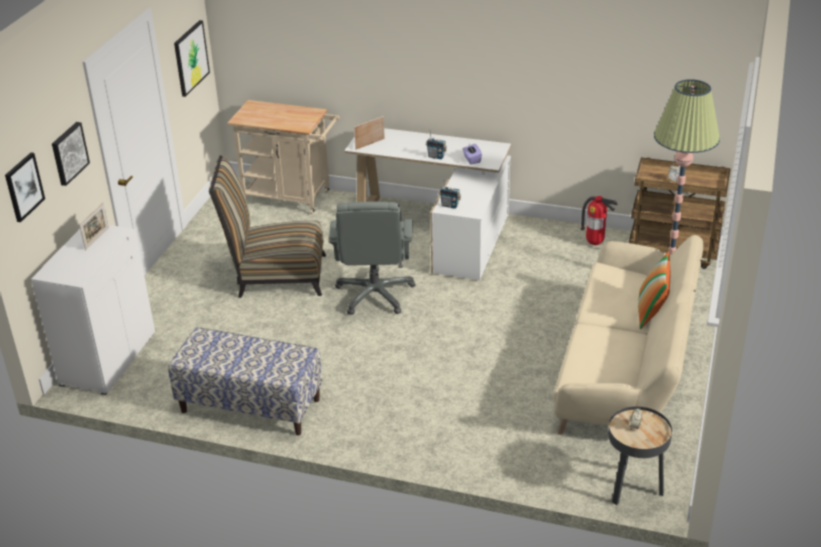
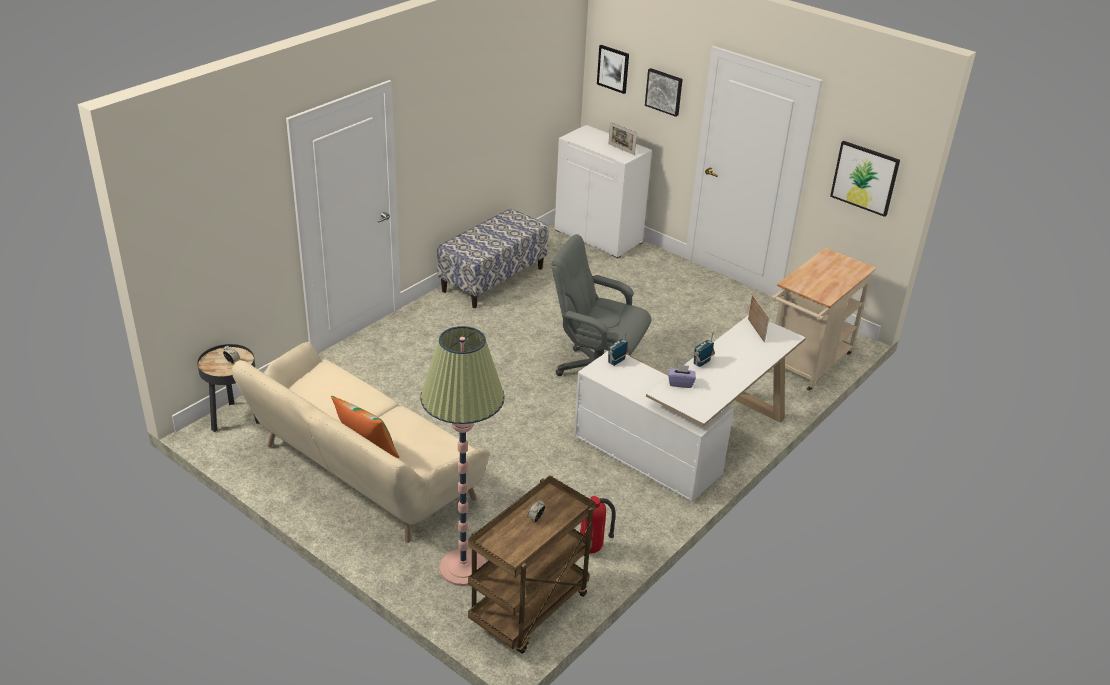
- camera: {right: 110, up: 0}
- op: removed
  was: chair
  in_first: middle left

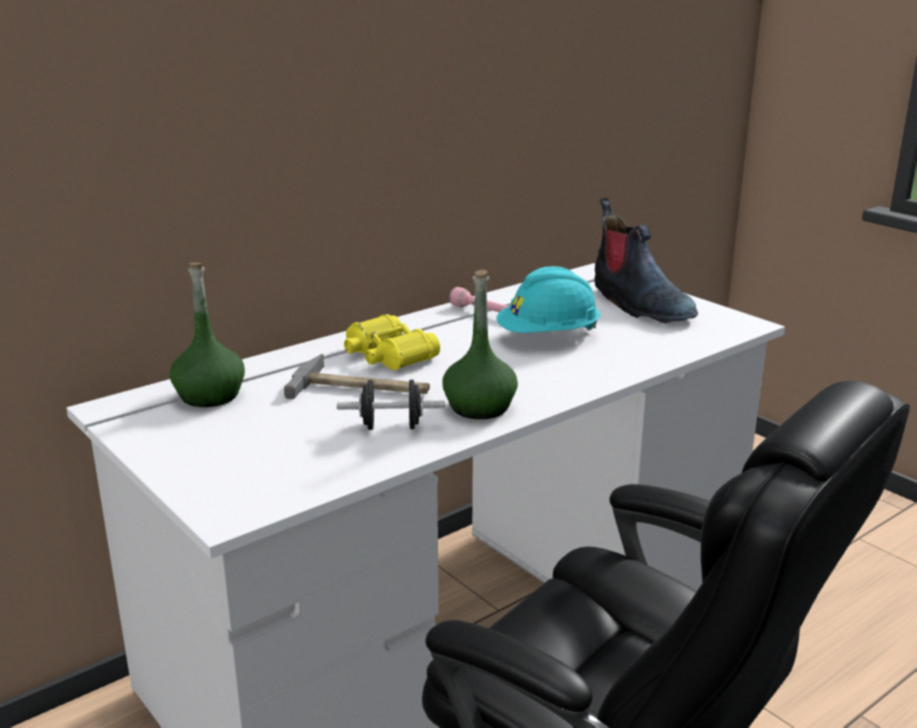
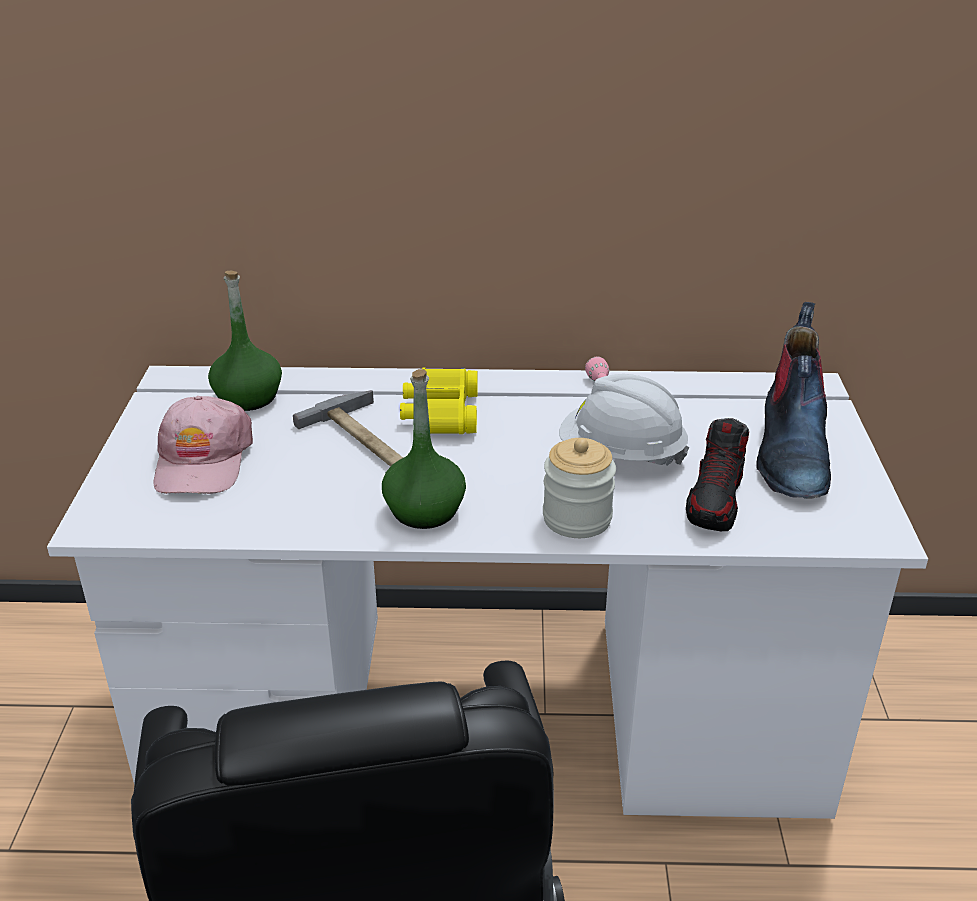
- camera: {right: 40, up: 10}
- op: added
  now: pink_cap
  in_second: middle left
- op: added
  now: jar
  in_second: centre
- op: recoloured
  was: turquoise_hard_hat
  now: white_hard_hat
  in_first: centre
  in_second: centre
- op: added
  now: shoe
  in_second: middle right
- op: removed
  was: black_dumbbell
  in_first: centre

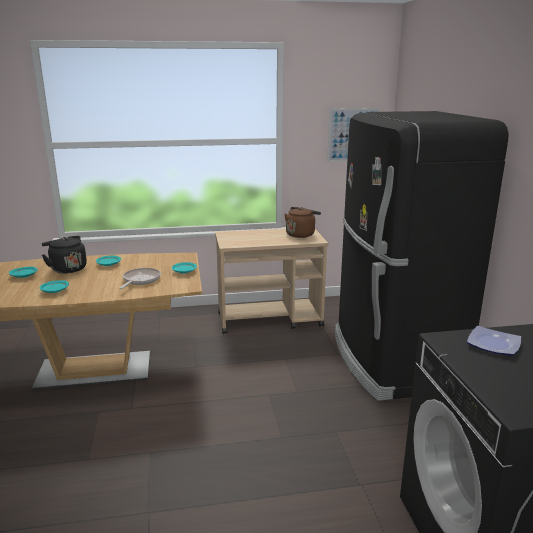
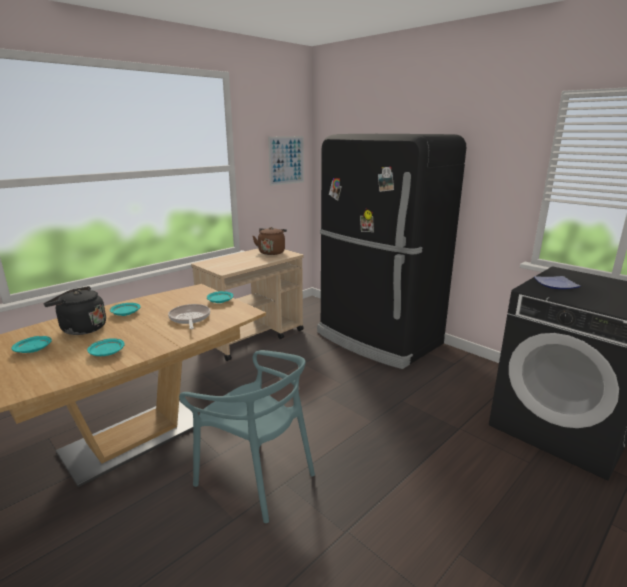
- camera: {right: -35, up: 0}
- op: added
  now: turquoise_chair
  in_second: bottom centre

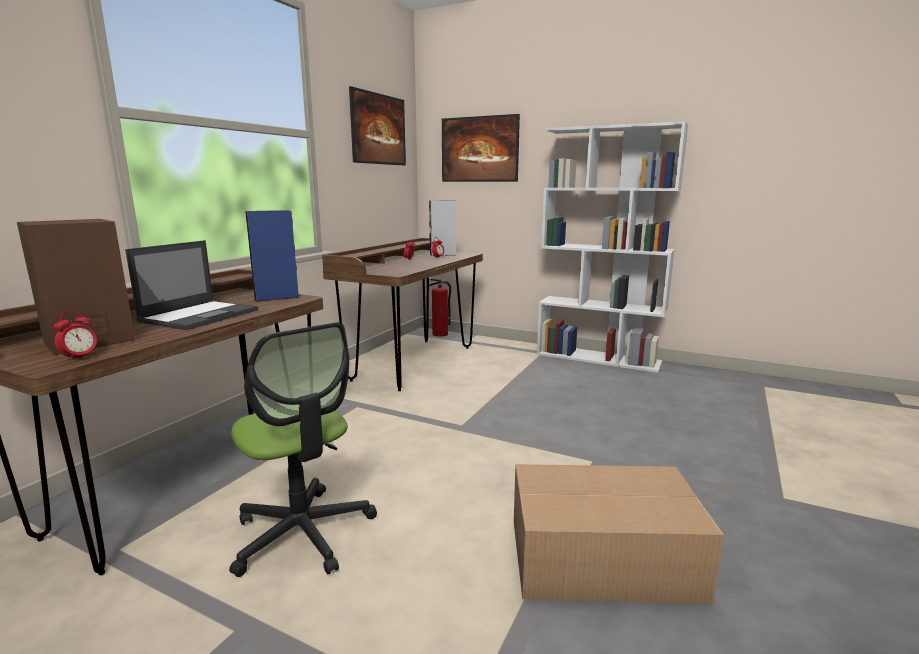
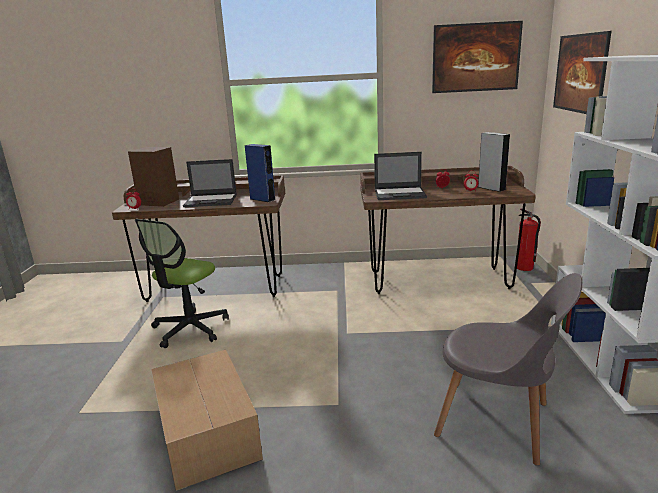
- camera: {right: 65, up: 5}
- op: added
  now: laptop (2nd from left)
  in_second: centre
- op: added
  now: grey_chair
  in_second: bottom right

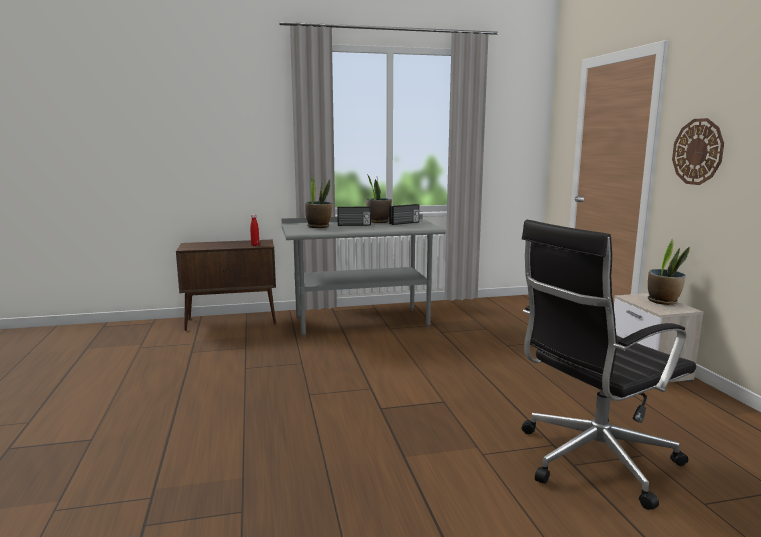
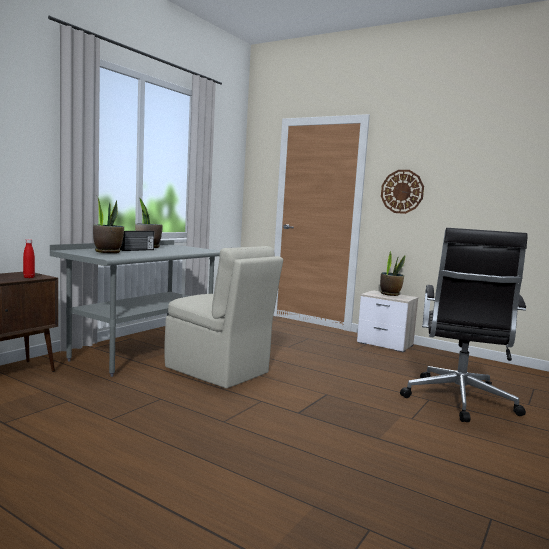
- camera: {right: -45, up: -5}
- op: added
  now: beige_chair
  in_second: centre
- op: removed
  was: radio (2nd from left)
  in_first: centre

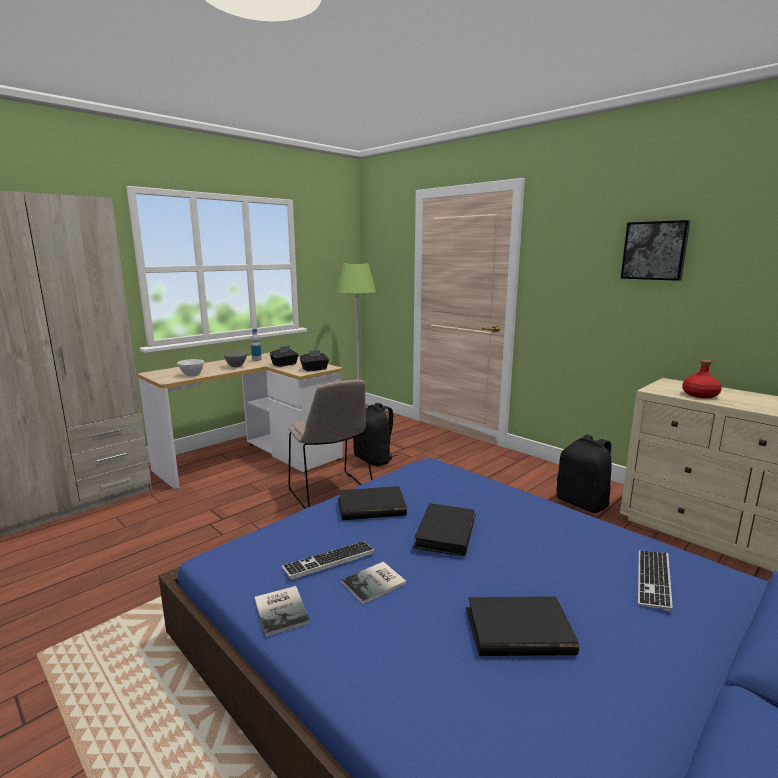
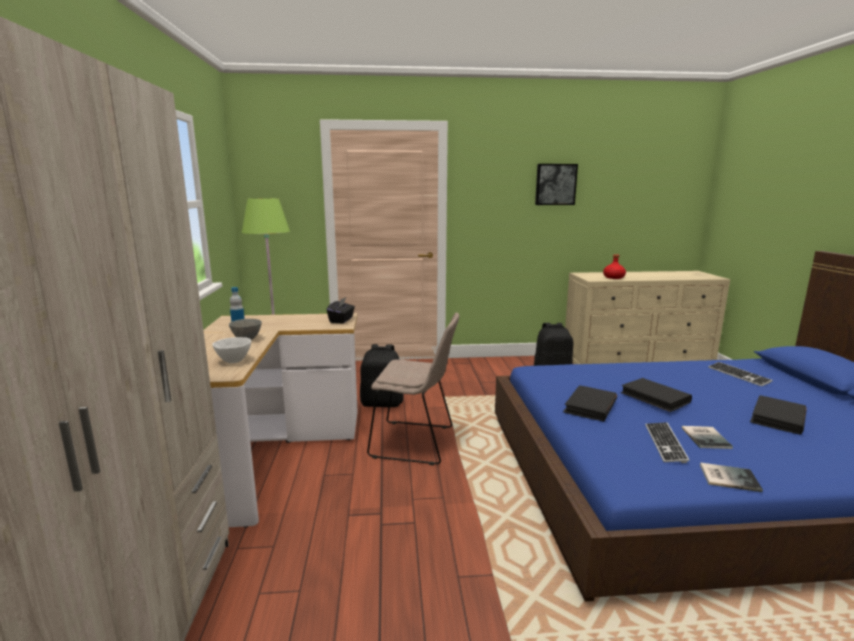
- camera: {right: -50, up: 0}
- op: removed
  was: black_tissue_box (1st from left)
  in_first: centre

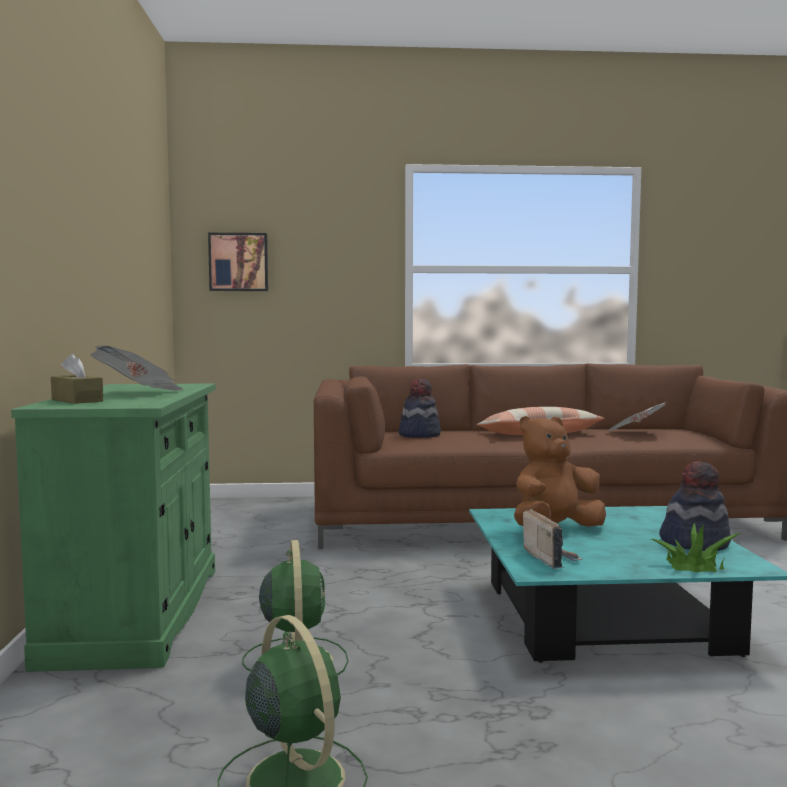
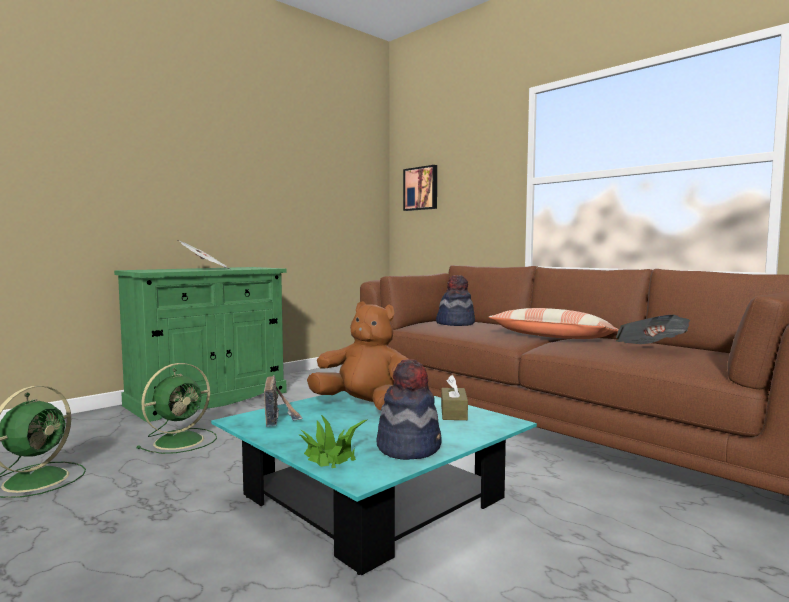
- camera: {right: 50, up: 0}
- op: turned
  was: radio
  in_first: bottom right
  in_second: centre
  clockwise: -45
- op: moved
  was: brown_tissue_box
  in_first: middle left
  in_second: centre

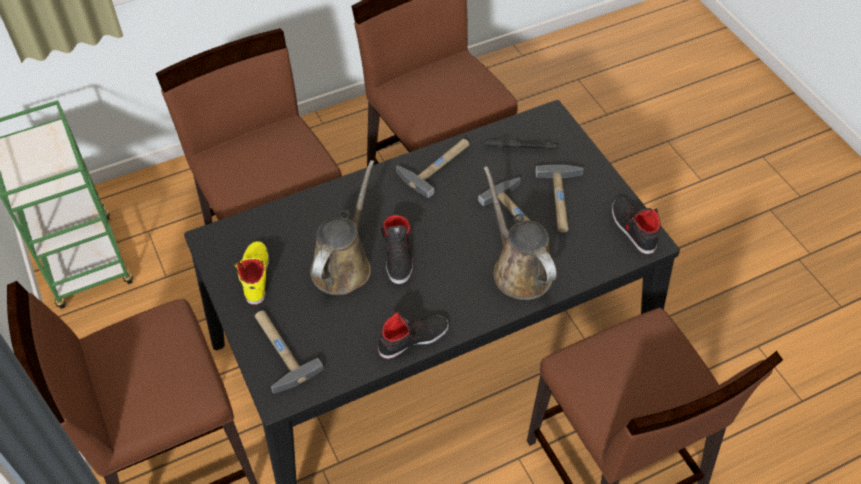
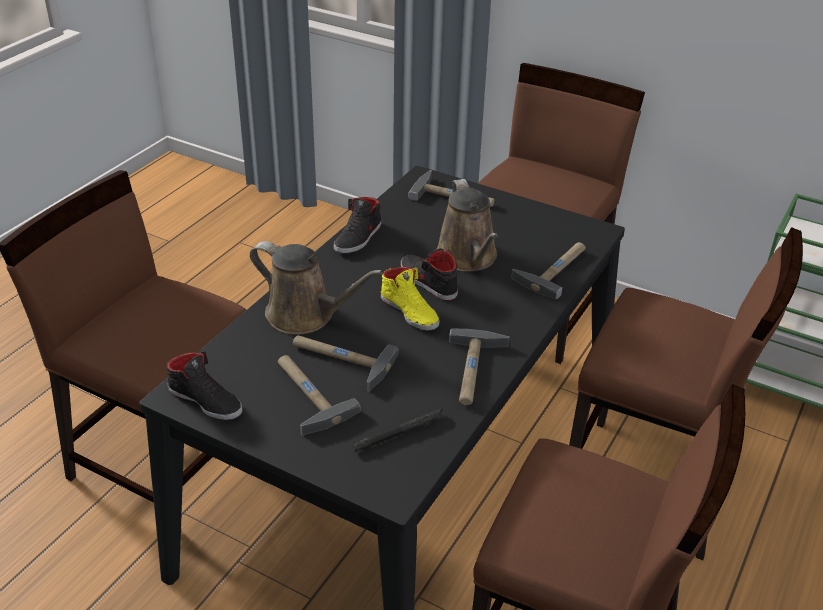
- camera: {right: 145, up: -15}
- op: moved
  was: yellow_shoe
  in_first: middle left
  in_second: centre
- op: added
  now: hammer (5th from left)
  in_second: centre

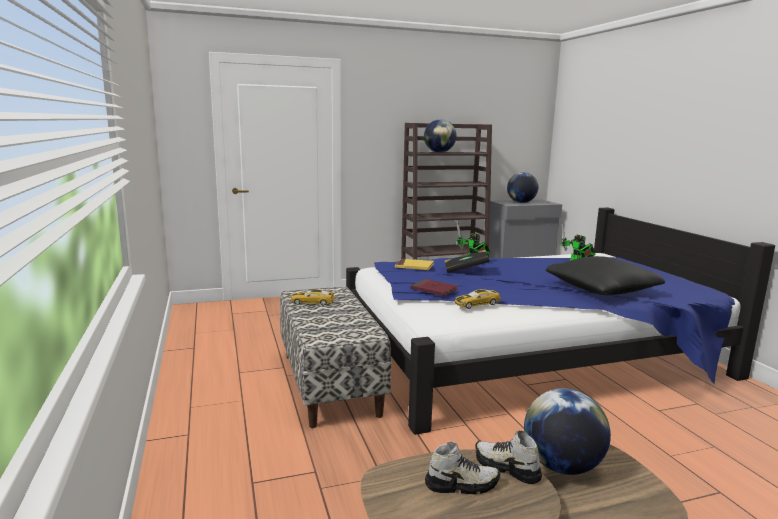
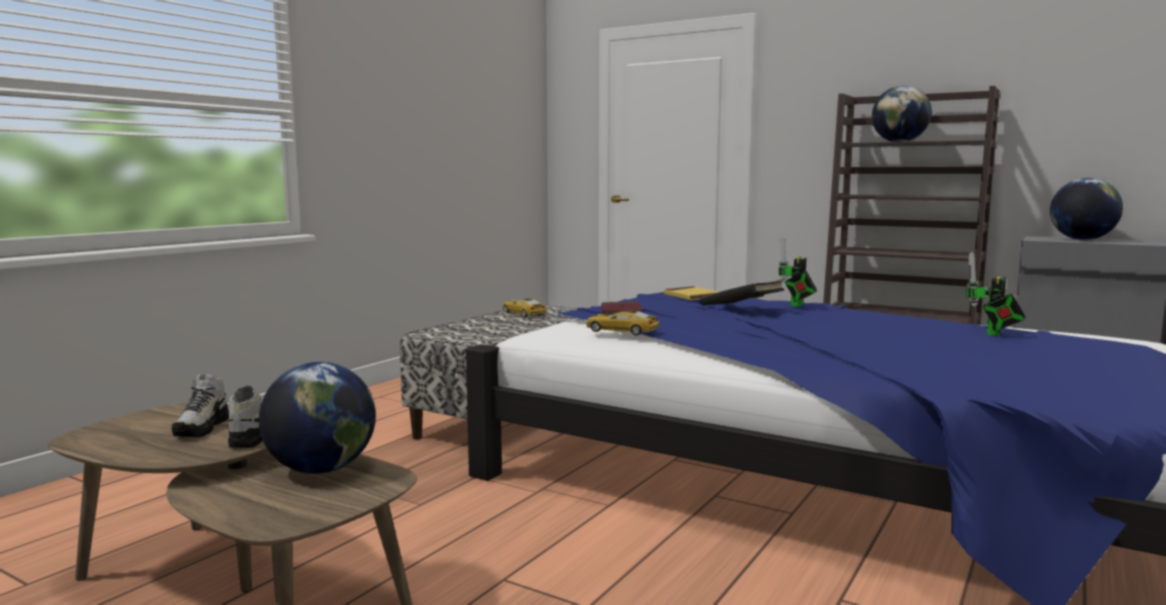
- camera: {right: 50, up: -5}
- op: turned
  was: shoe (1st from left)
  in_first: bottom centre
  in_second: bottom left
  clockwise: 45
- op: removed
  was: black_pillow
  in_first: middle right

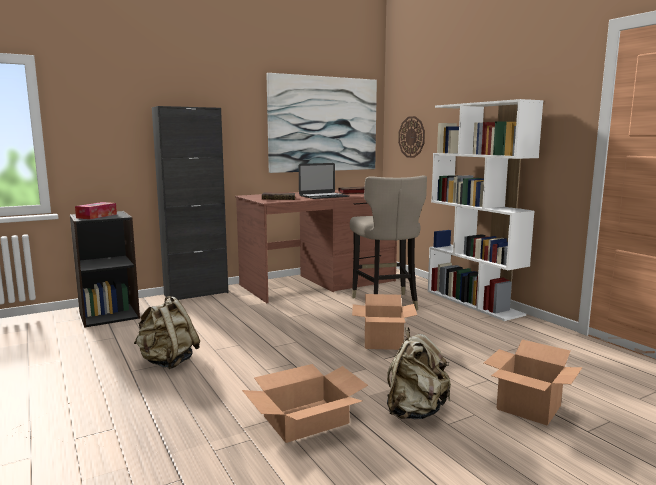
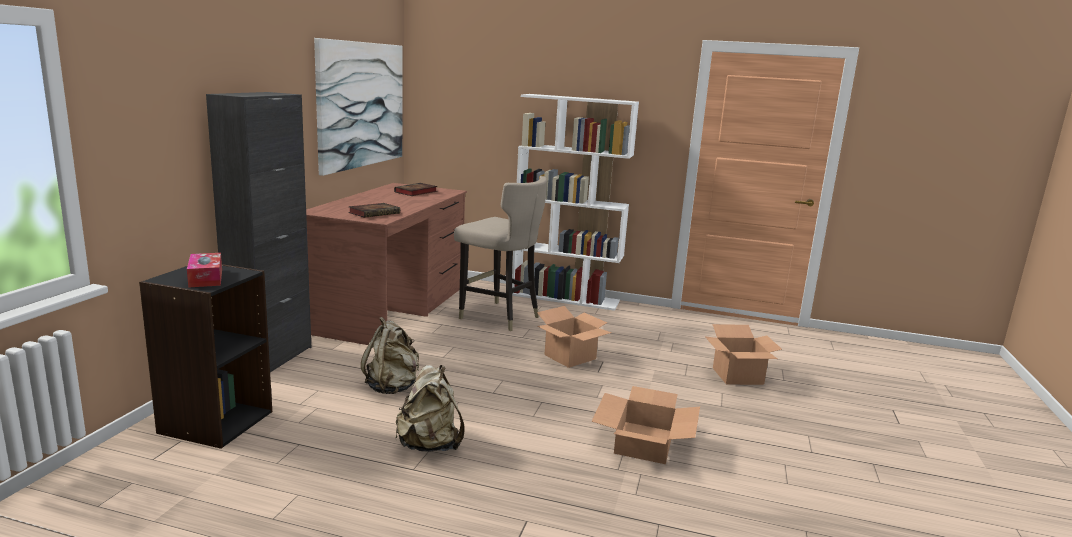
- camera: {right: -45, up: 5}
- op: moved
  was: beige_backpack (2nd from left in the first image)
  now: beige_backpack (1st from left)
  in_first: bottom centre
  in_second: centre
- op: removed
  was: laptop
  in_first: centre
- op: removed
  was: wall_clock
  in_first: top centre

